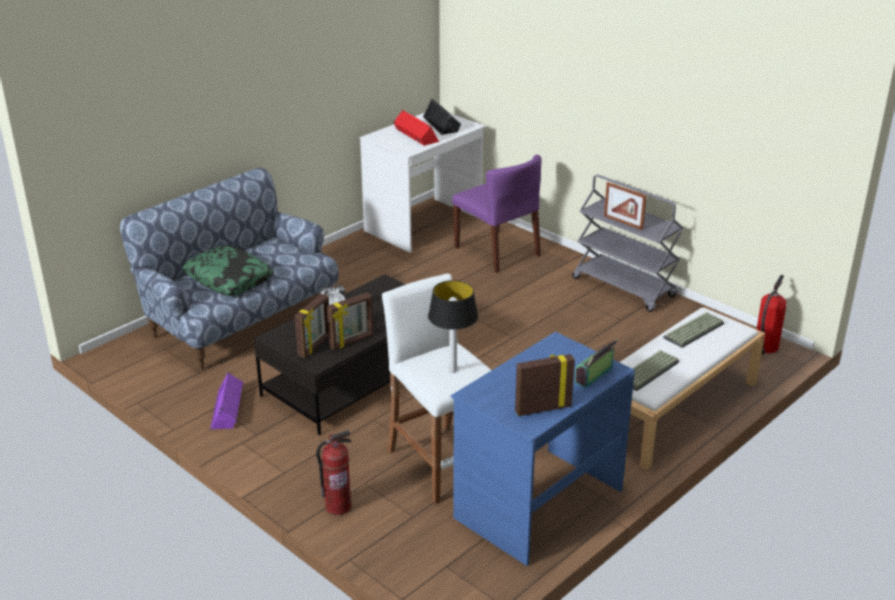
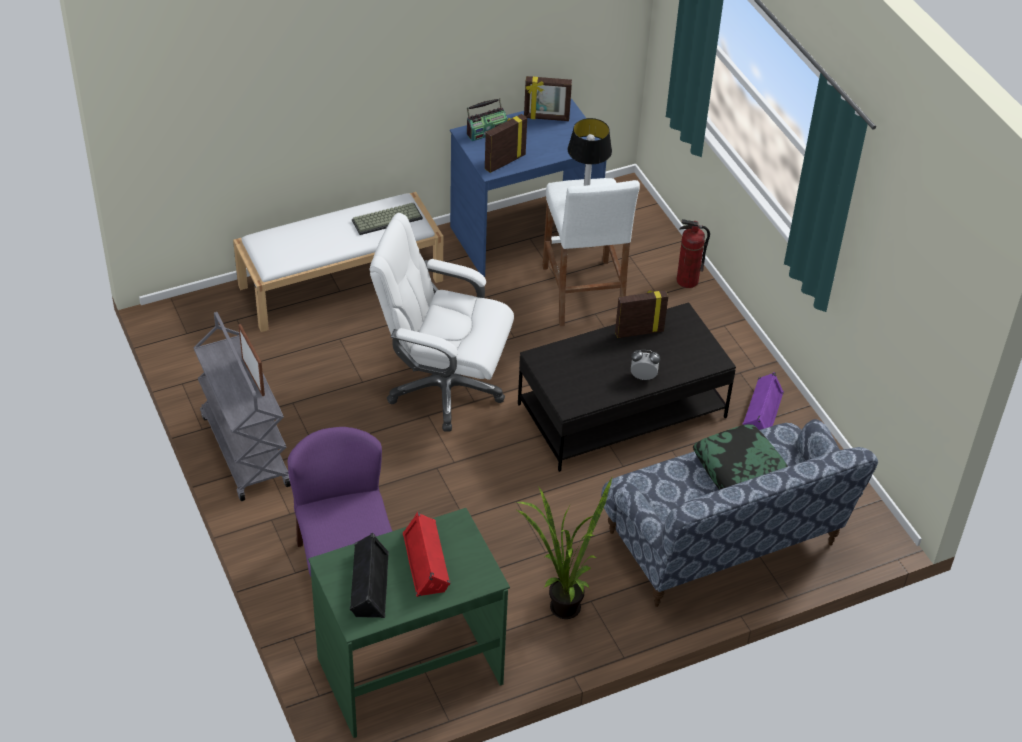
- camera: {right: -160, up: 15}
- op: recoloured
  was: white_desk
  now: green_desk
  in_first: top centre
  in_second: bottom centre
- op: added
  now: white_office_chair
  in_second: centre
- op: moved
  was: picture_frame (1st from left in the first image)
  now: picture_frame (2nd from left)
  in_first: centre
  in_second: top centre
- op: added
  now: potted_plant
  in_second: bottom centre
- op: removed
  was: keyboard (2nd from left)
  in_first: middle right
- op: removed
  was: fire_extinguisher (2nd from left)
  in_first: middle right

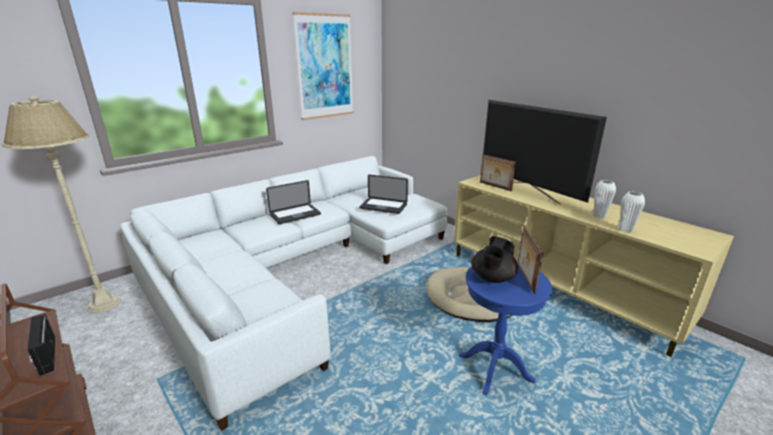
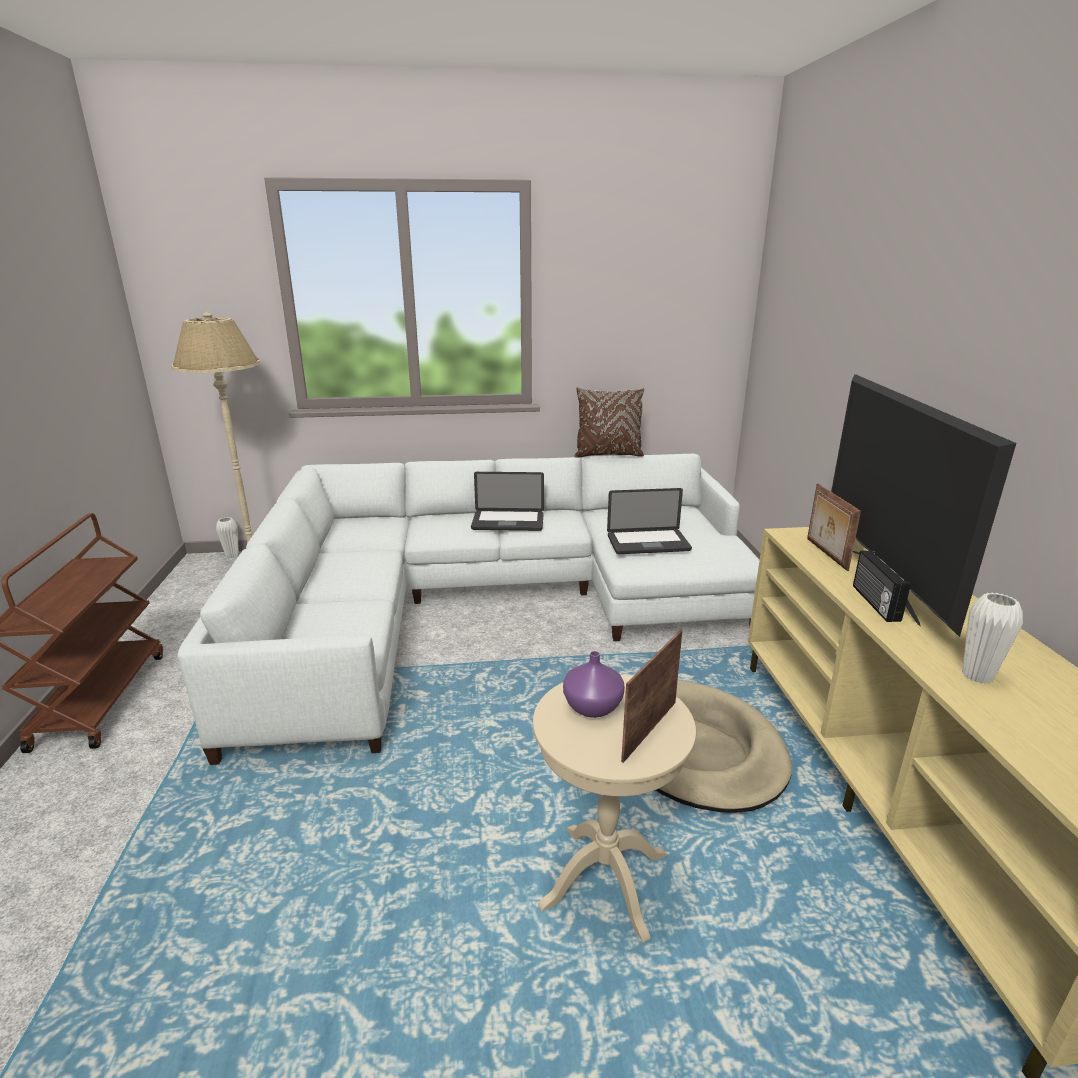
- camera: {right: 35, up: 0}
- op: moved
  was: white_vase (2nd from left in the first image)
  now: white_vase (1st from left)
  in_first: middle right
  in_second: middle left
- op: recoloured
  was: blue_side_table
  now: beige_side_table
  in_first: bottom centre
  in_second: bottom centre
- op: replaced
  was: black_teapot
  now: purple_vase
  in_first: centre
  in_second: centre
- op: added
  now: brown_pillow
  in_second: centre
- op: turned
  was: laptop (2nd from left)
  in_first: centre
  in_second: centre
  clockwise: -60
- op: moved
  was: radio
  in_first: bottom left
  in_second: middle right
- op: removed
  was: picture
  in_first: top centre

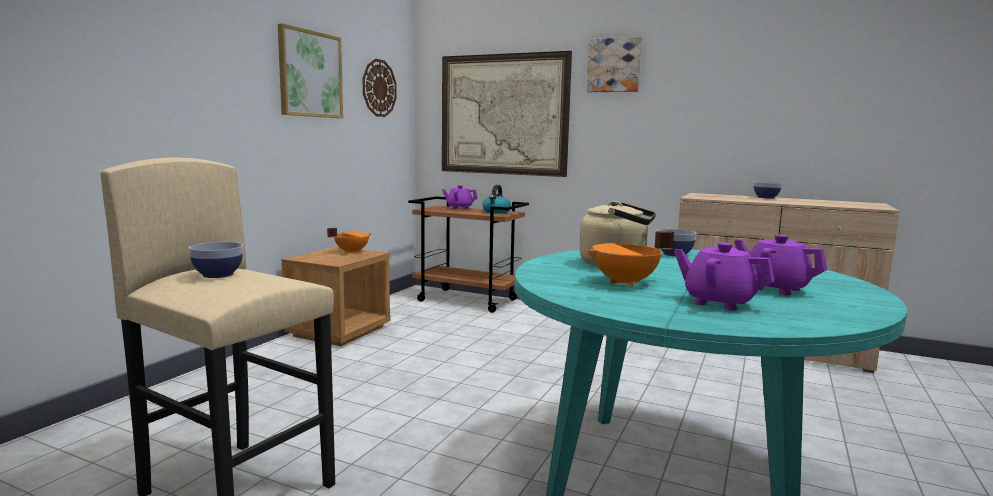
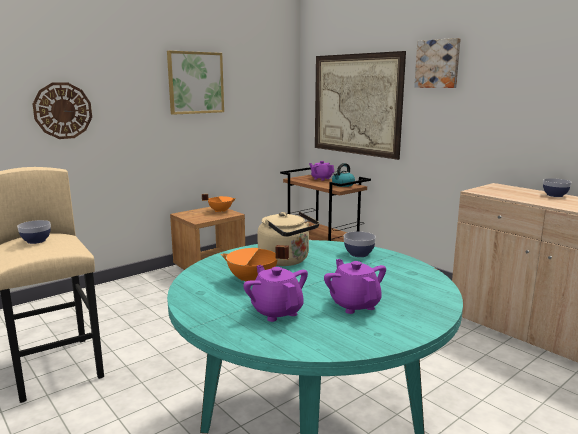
- camera: {right: 25, up: 5}
- op: moved
  was: wall_clock
  in_first: top centre
  in_second: top left

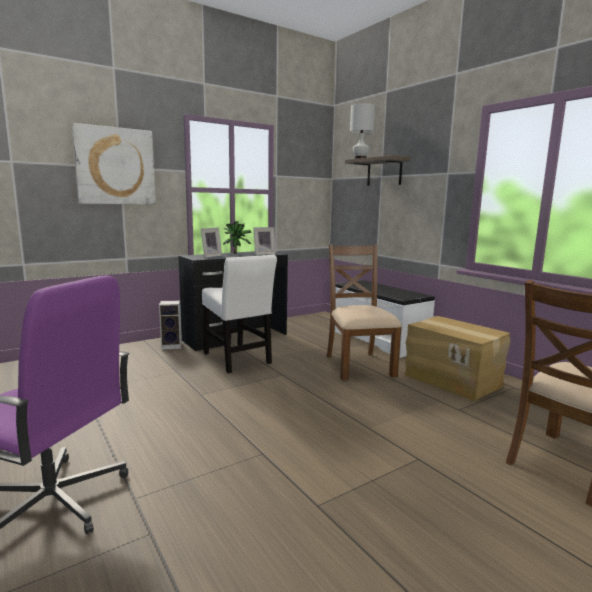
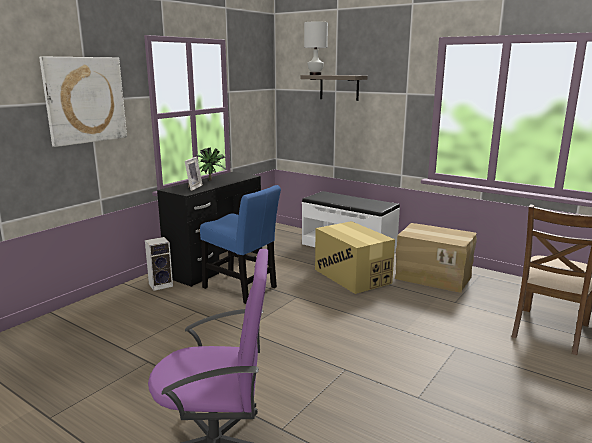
- camera: {right: -20, up: 5}
- op: recoloured
  was: white_chair
  now: blue_chair
  in_first: centre
  in_second: centre
- op: replaced
  was: brown_chair (1st from left)
  now: cardboard_box (1st from left)
  in_first: centre
  in_second: centre
- op: removed
  was: picture_frame (2nd from left)
  in_first: centre

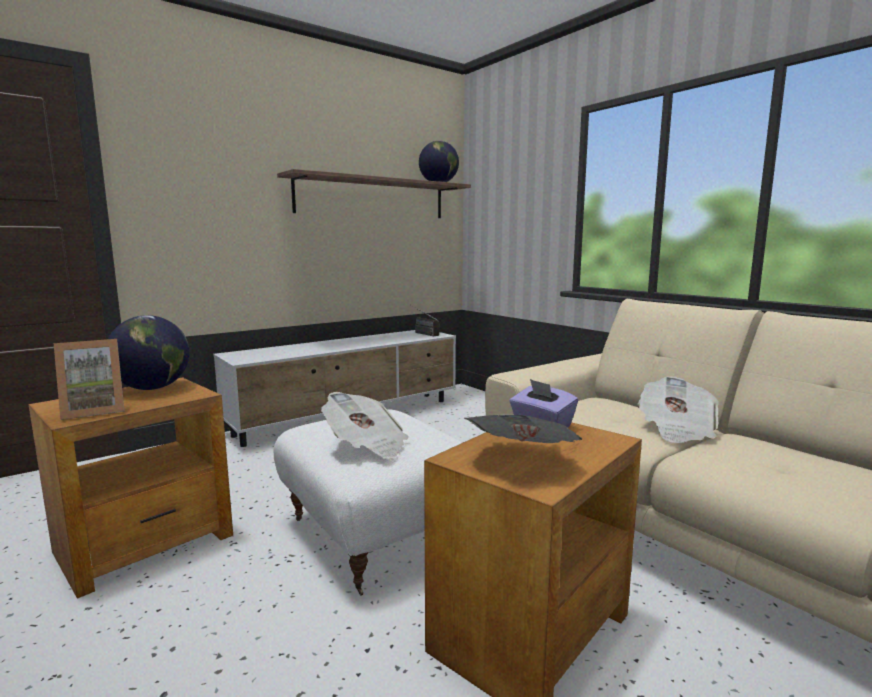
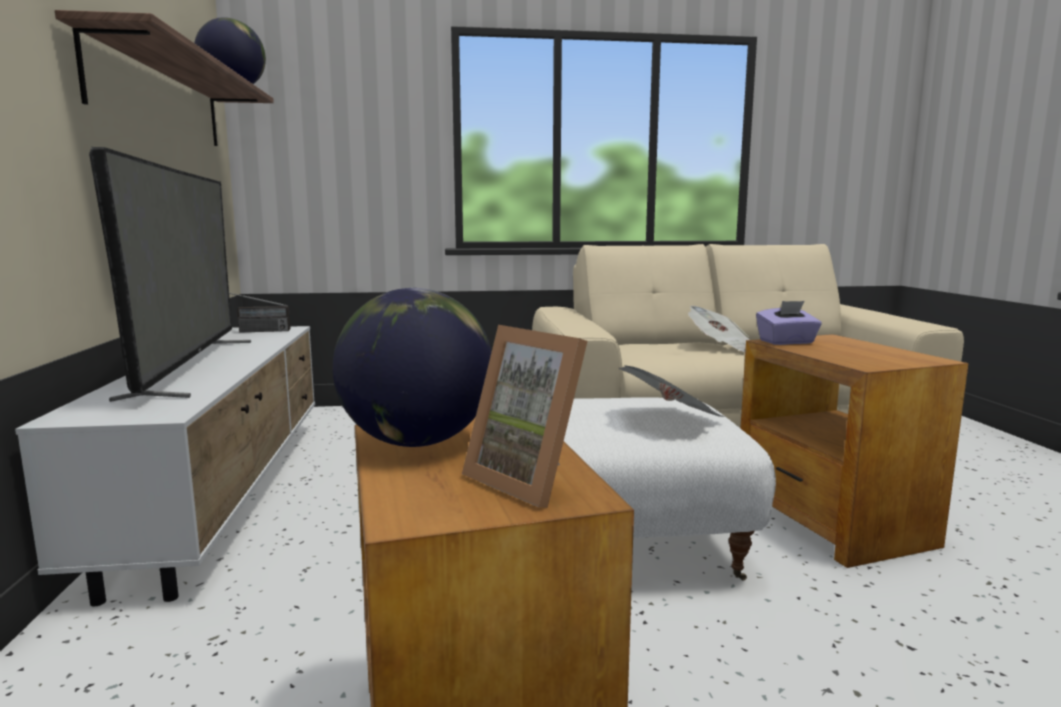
- camera: {right: -60, up: 0}
- op: added
  now: television
  in_second: middle left
- op: turned
  was: picture_frame
  in_first: middle left
  in_second: centre
  clockwise: 135
- op: removed
  was: newspaper (2nd from left)
  in_first: centre

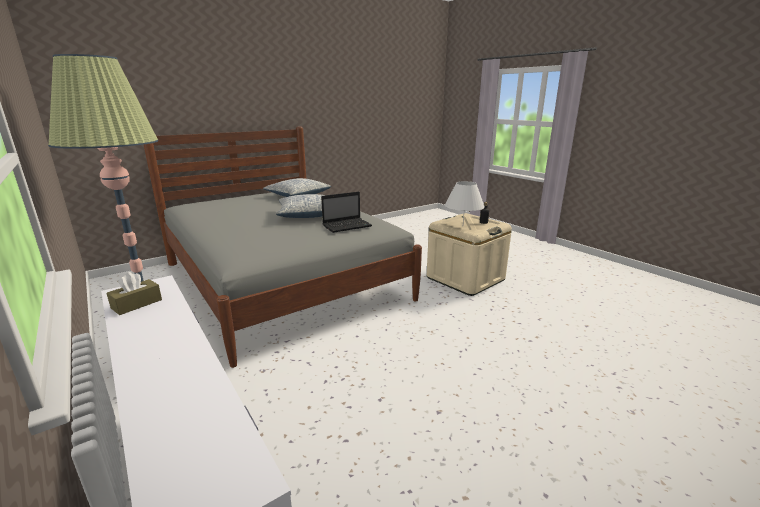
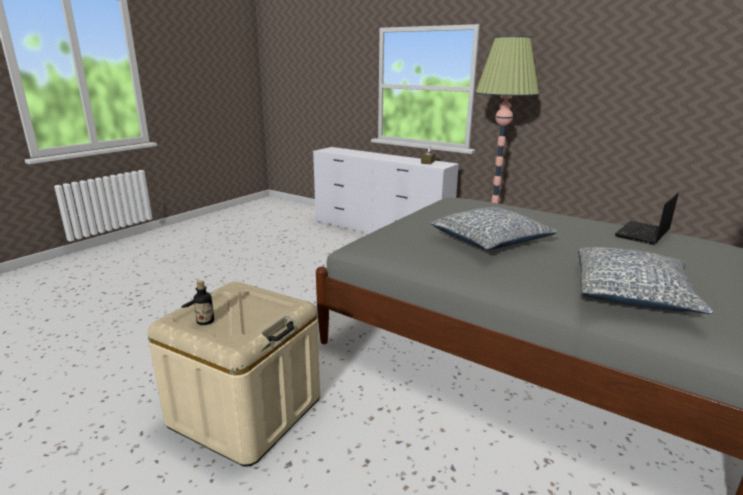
- camera: {right: 160, up: 0}
- op: moved
  was: laptop
  in_first: centre
  in_second: middle right
- op: removed
  was: white_table_lamp
  in_first: centre

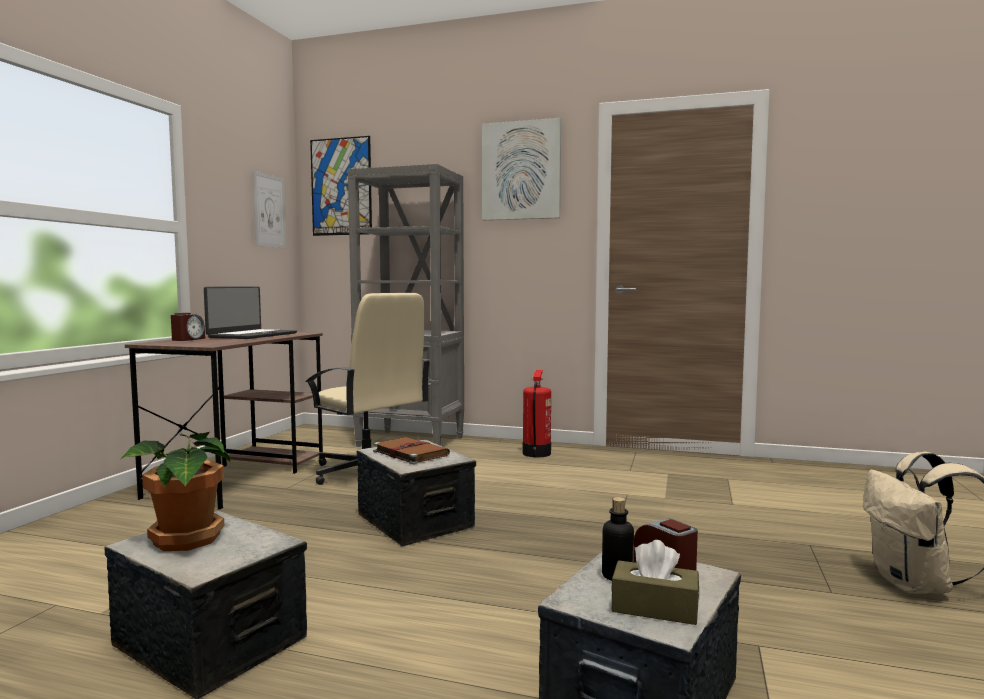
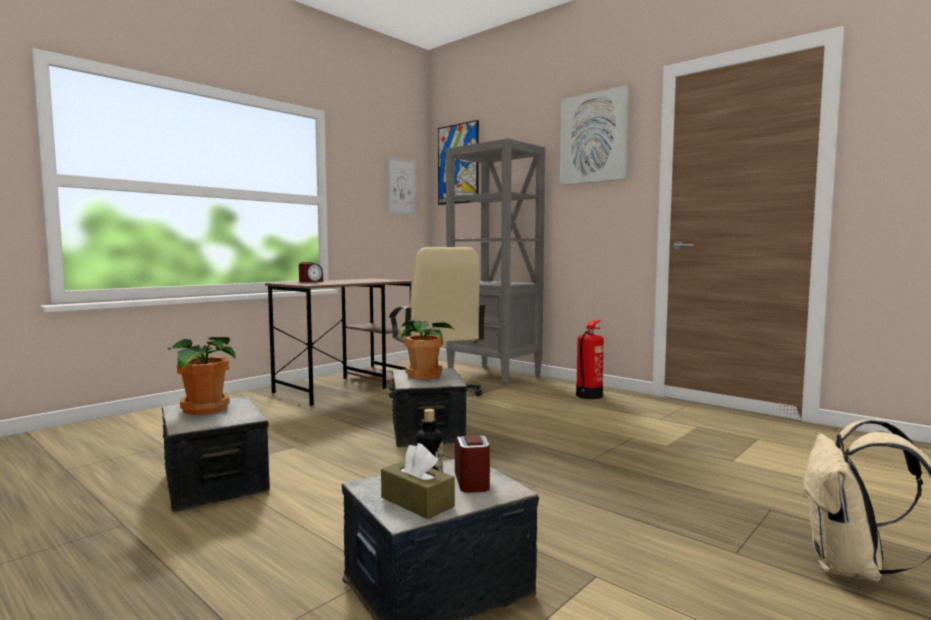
- camera: {right: 25, up: 0}
- op: replaced
  was: brown_book
  now: potted_plant (2nd from left)
  in_first: centre
  in_second: centre
- op: removed
  was: laptop
  in_first: middle left

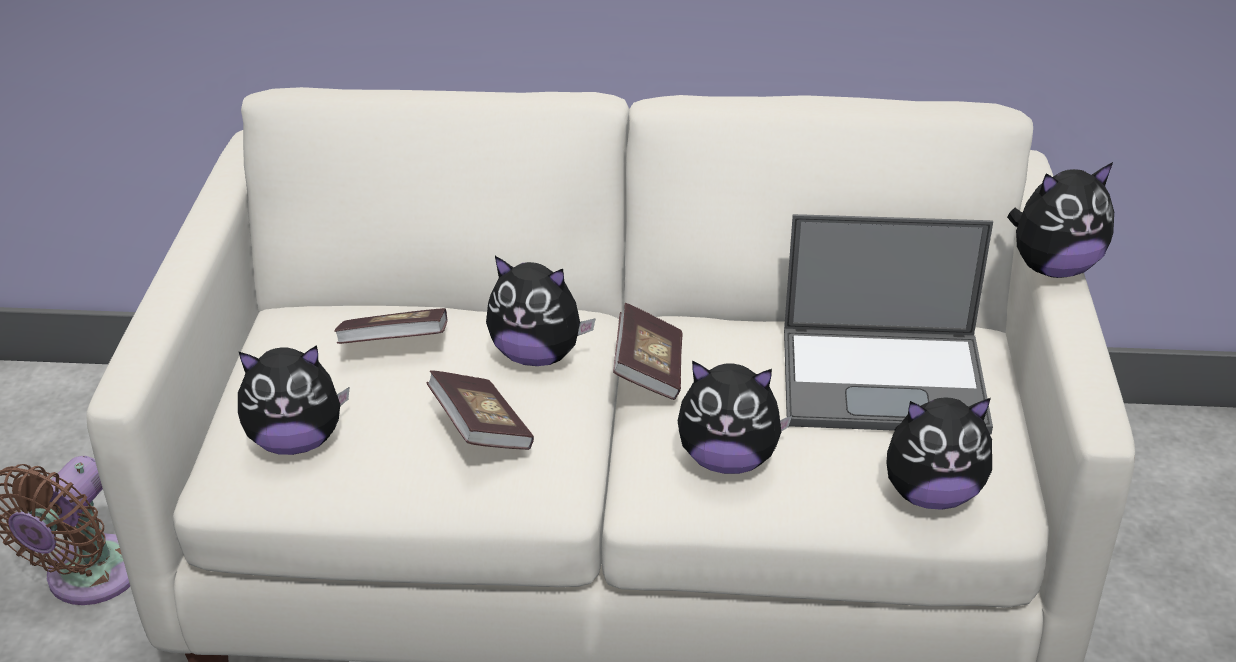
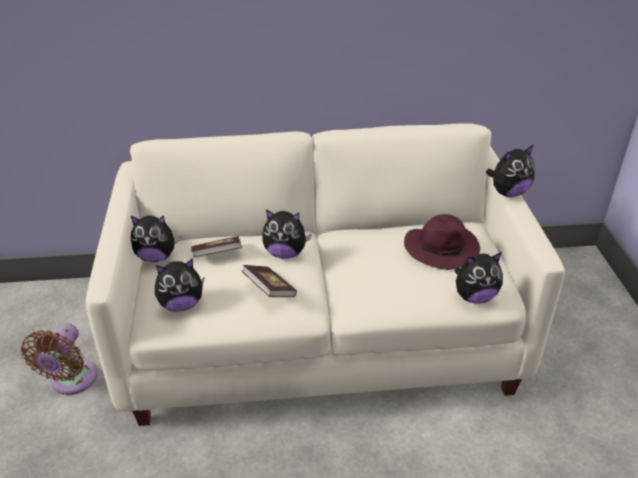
- camera: {right: -10, up: 0}
- op: moved
  was: plush_toy (3rd from left in the first image)
  now: plush_toy (1st from left)
  in_first: centre
  in_second: middle left
- op: replaced
  was: laptop
  now: purple_hat
  in_first: middle right
  in_second: middle right
- op: removed
  was: book (3rd from left)
  in_first: centre

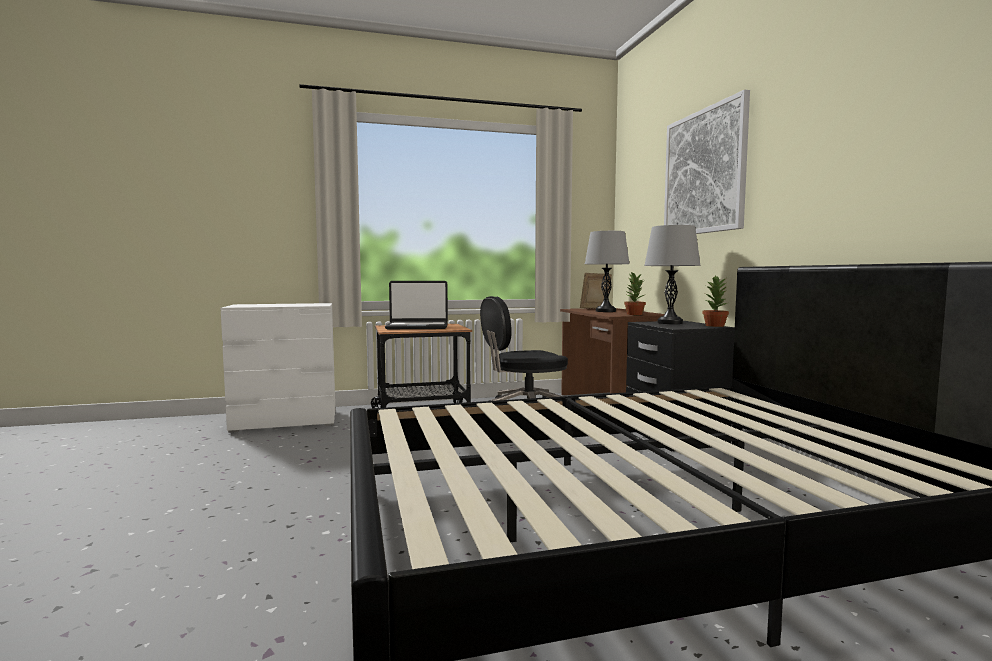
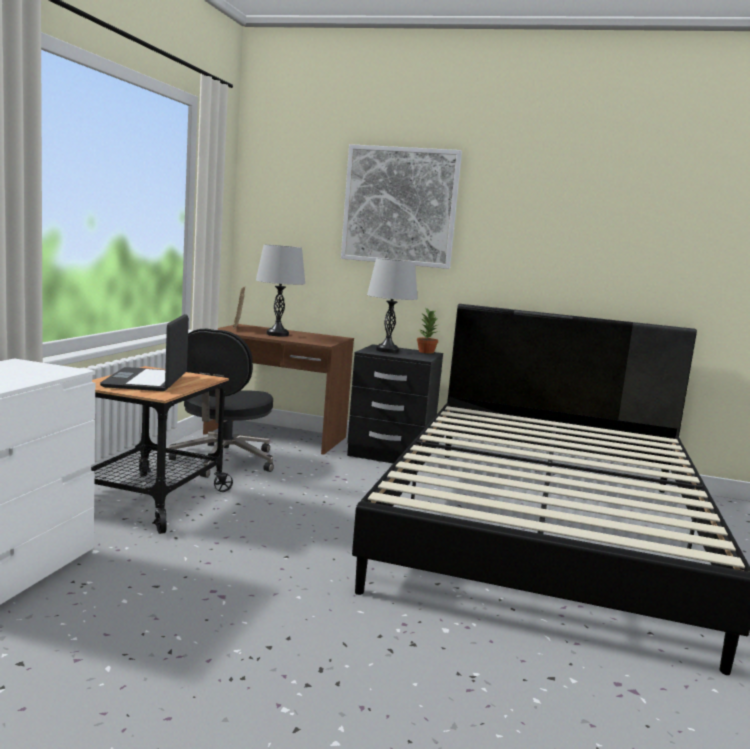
- camera: {right: -60, up: 5}
- op: turned
  was: laptop
  in_first: centre
  in_second: middle left
  clockwise: 150
- op: removed
  was: potted_plant (1st from left)
  in_first: centre

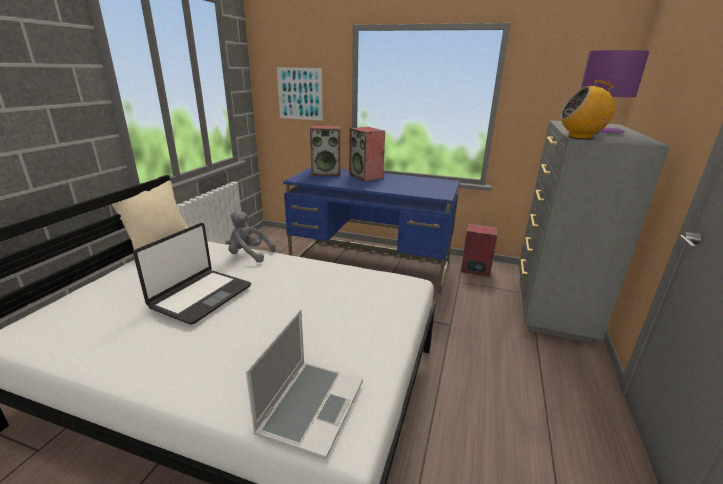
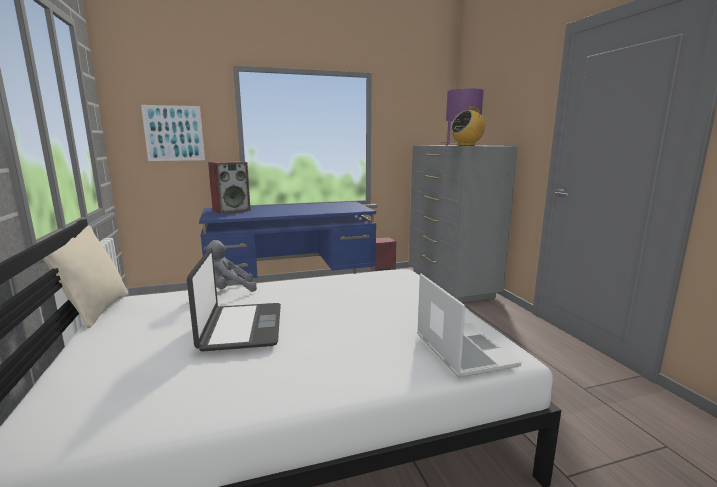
- camera: {right: -35, up: -10}
- op: removed
  was: speaker (2nd from left)
  in_first: top centre

